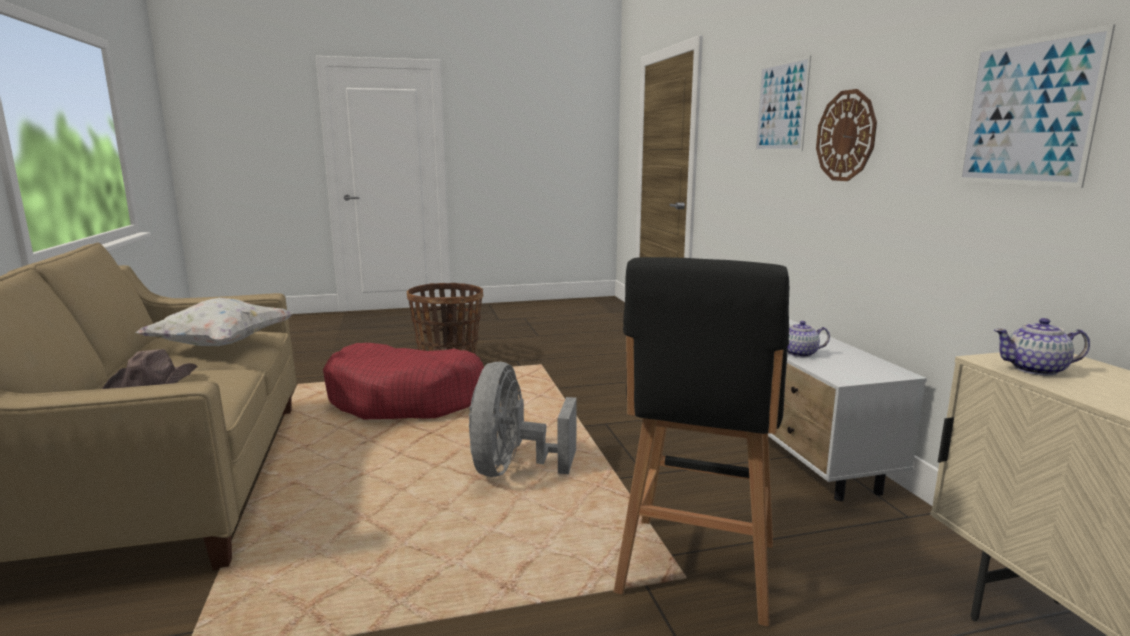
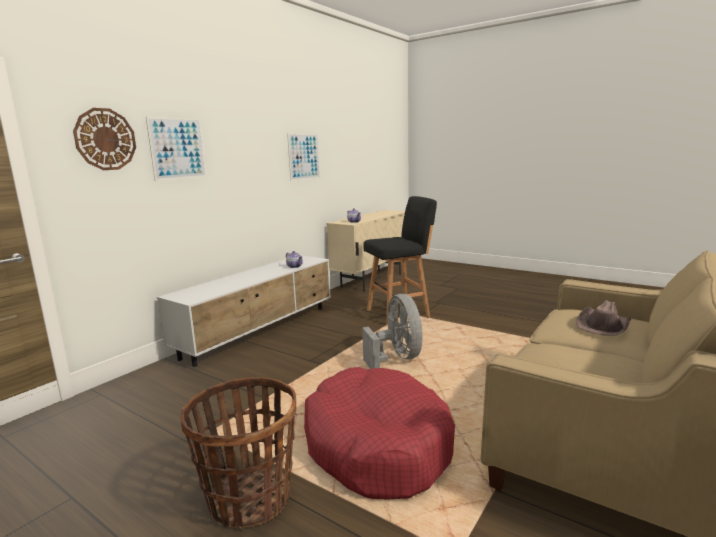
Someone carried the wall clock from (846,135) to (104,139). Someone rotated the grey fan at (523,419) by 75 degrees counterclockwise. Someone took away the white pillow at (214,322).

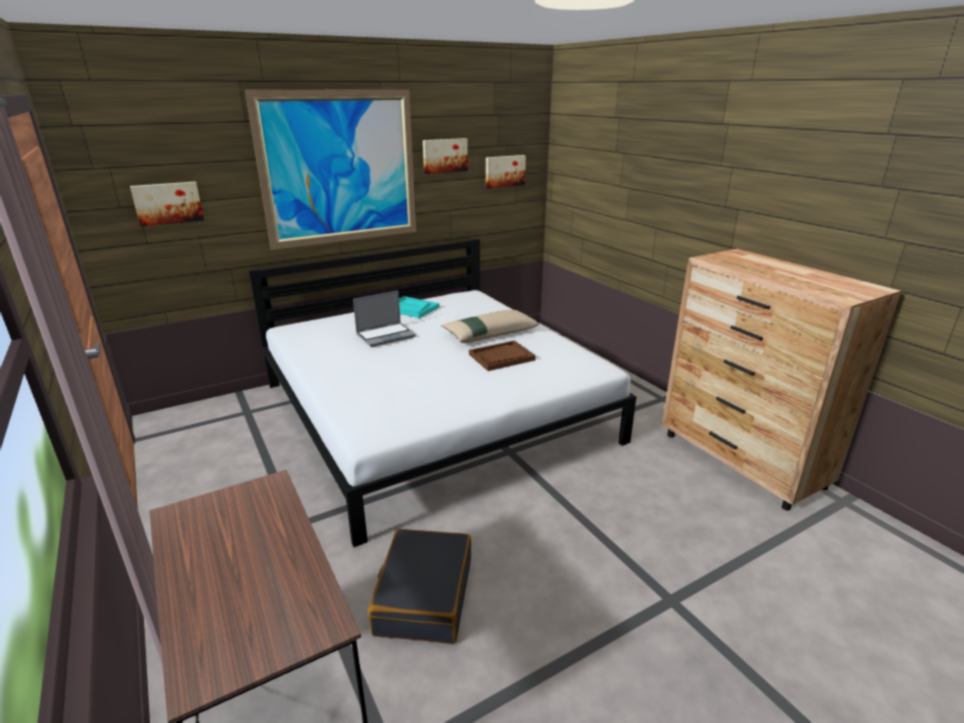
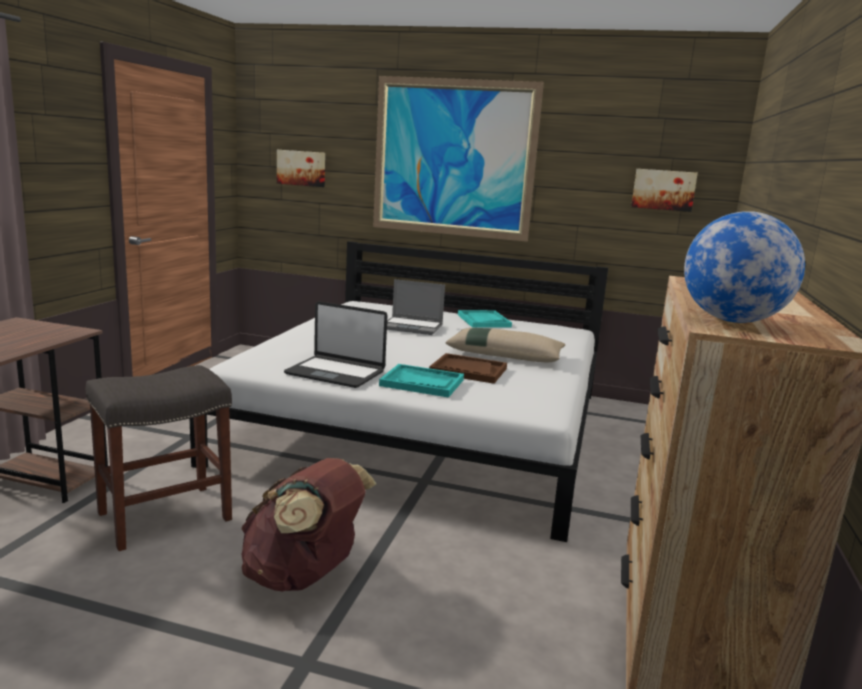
Someone swapped the black suitcase at (420,586) for the grey stool at (159,458). Someone put down the brown backpack at (308,525). Someone put down the laptop at (336,344). Someone put down the turquoise tray at (421,381). Someone put down the globe at (744,267). Someone took away the picture at (445,156).

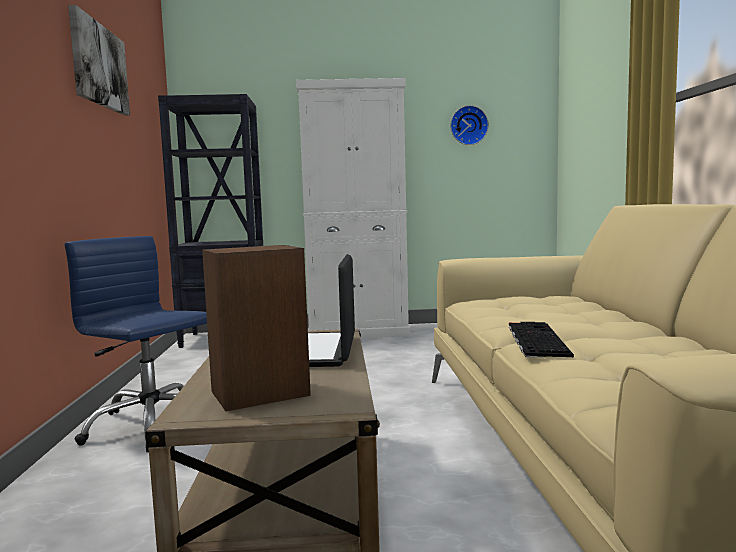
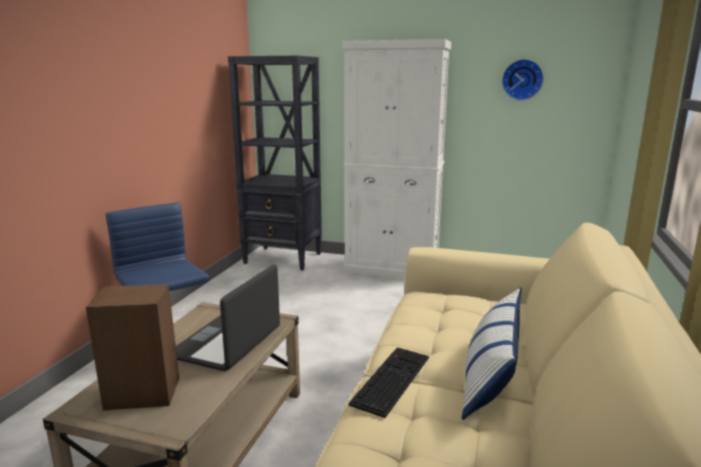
Someone put down the pillow at (491,353). Someone took away the picture at (99,60).

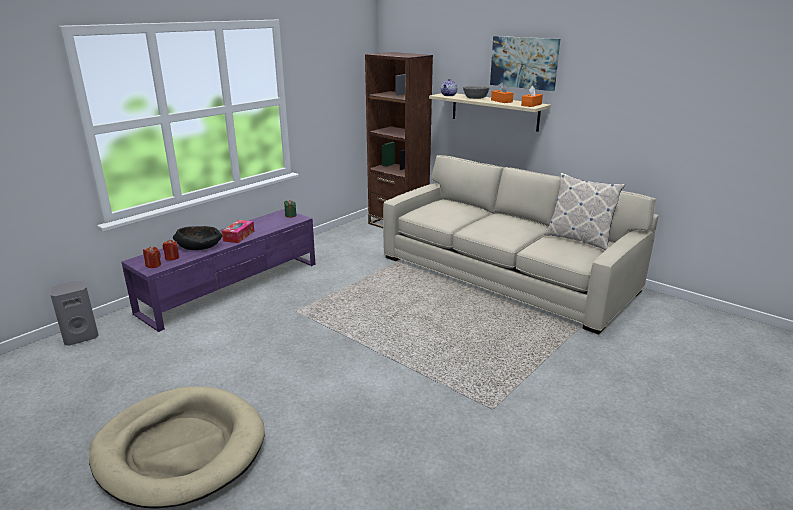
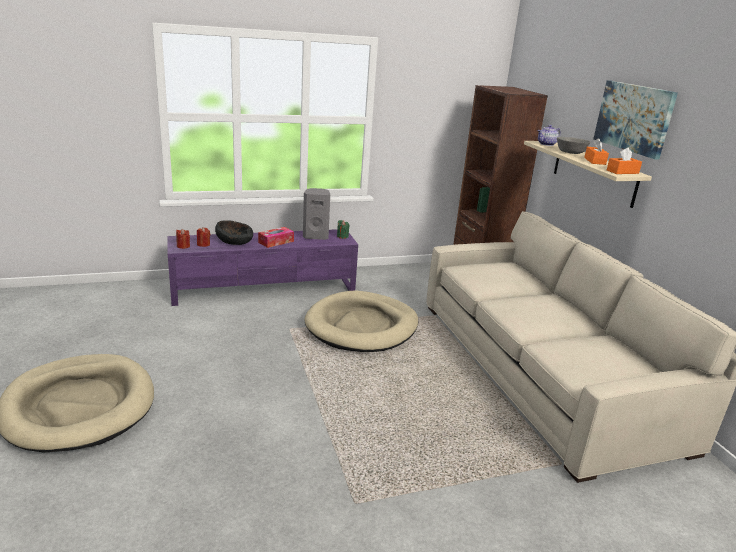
Someone carried the grey speaker from (74,313) to (316,214). Someone put down the beige dog bed at (361,321). Someone took away the pillow at (584,211).

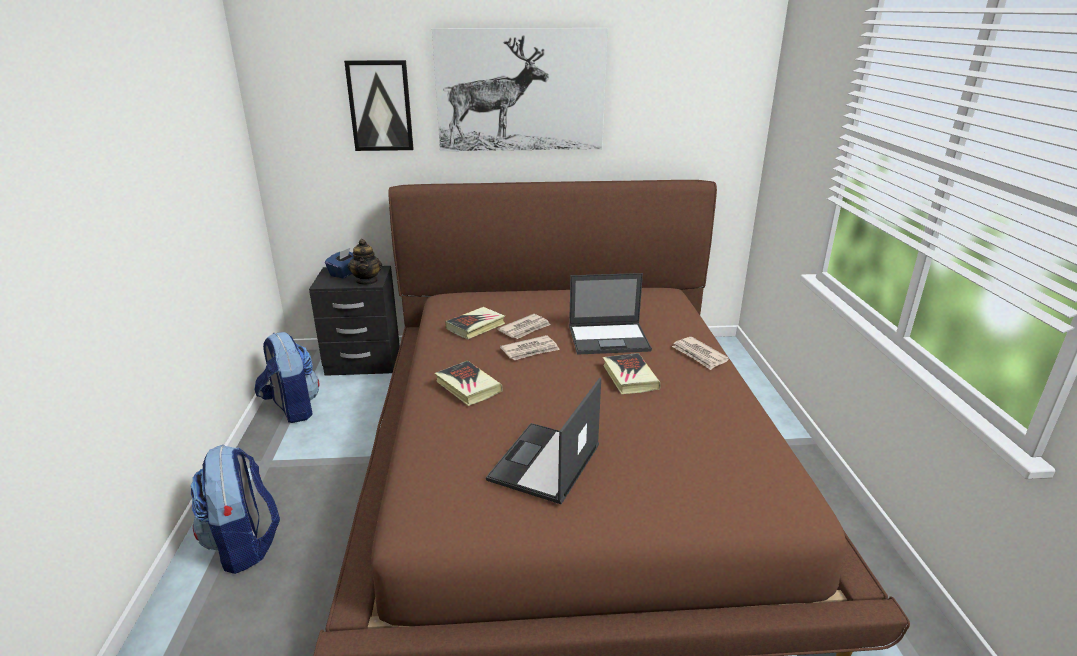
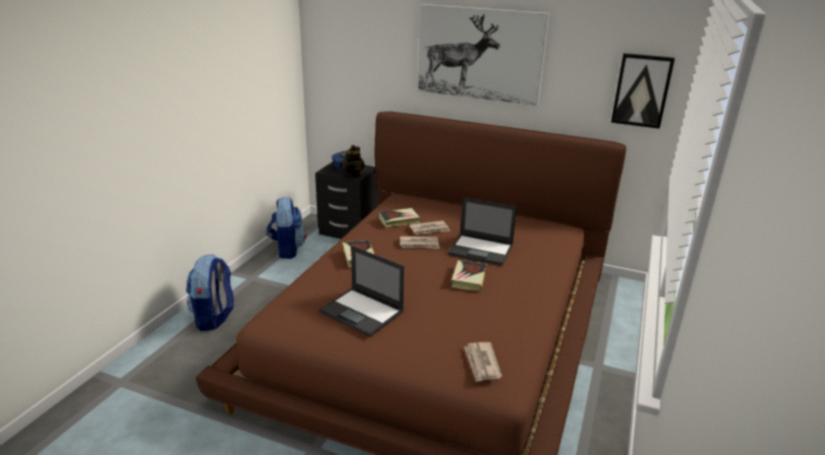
Someone rotated the laptop at (543,440) by 105 degrees counterclockwise. Someone carried the newspaper from (700,353) to (483,362). Someone carried the picture from (378,105) to (643,91).

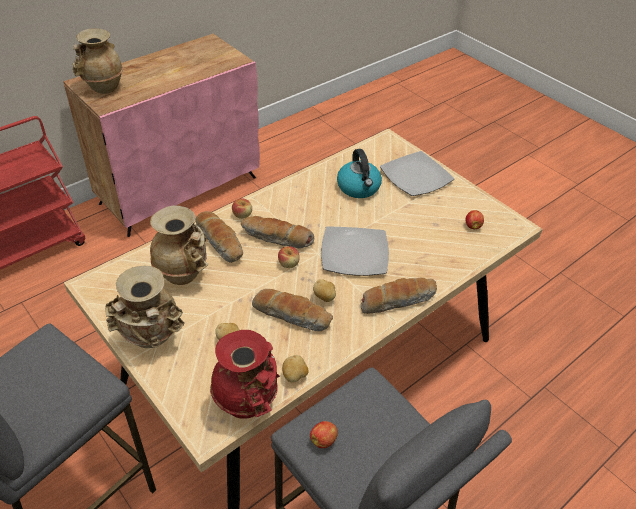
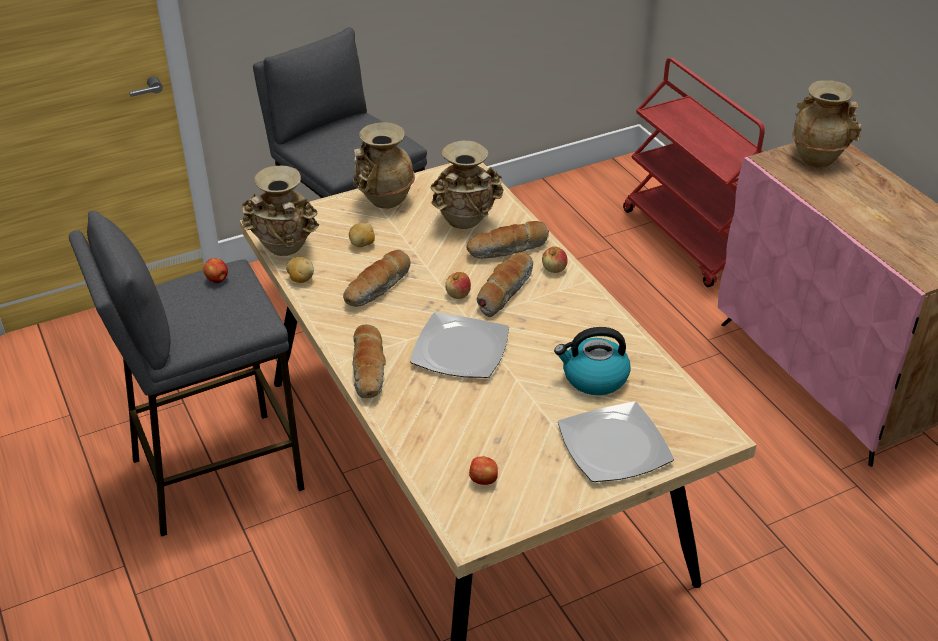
Someone repainted the red vase at (245,374), which became the beige vase at (280,211). Someone took away the potato at (324,290).

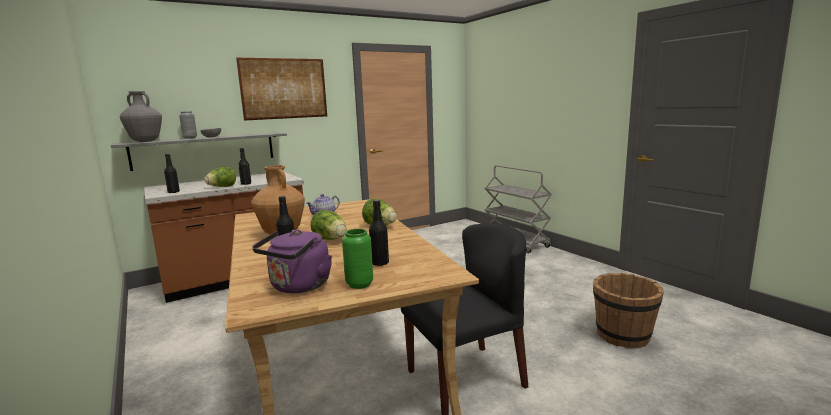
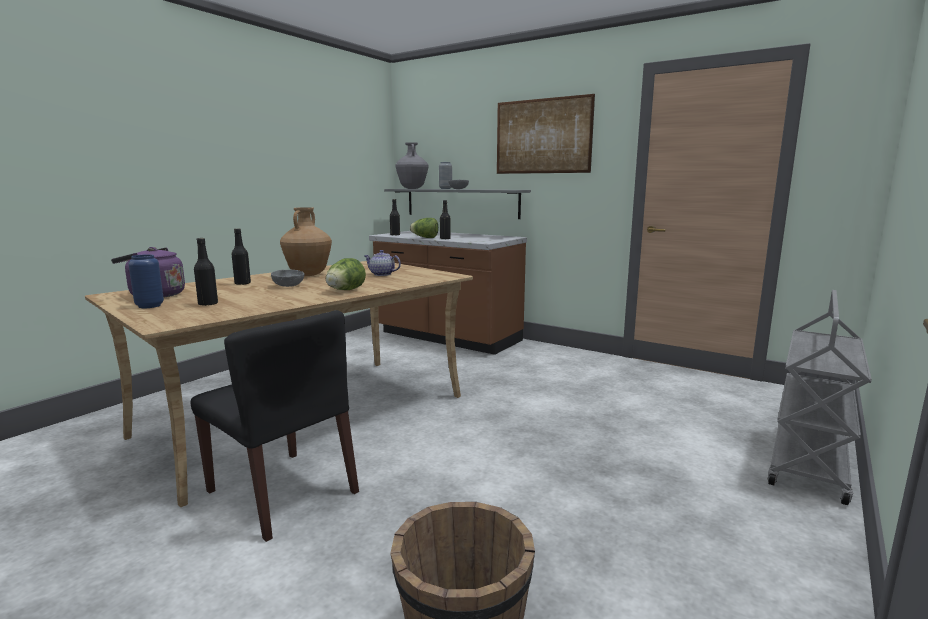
Someone repainted the green vase at (357,259), which became the blue vase at (146,281). Someone swapped the lettuce at (328,225) for the grey bowl at (287,278).

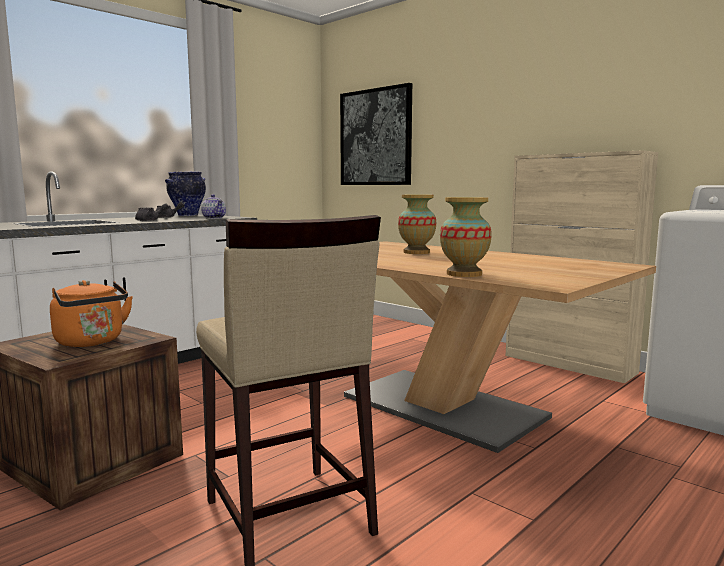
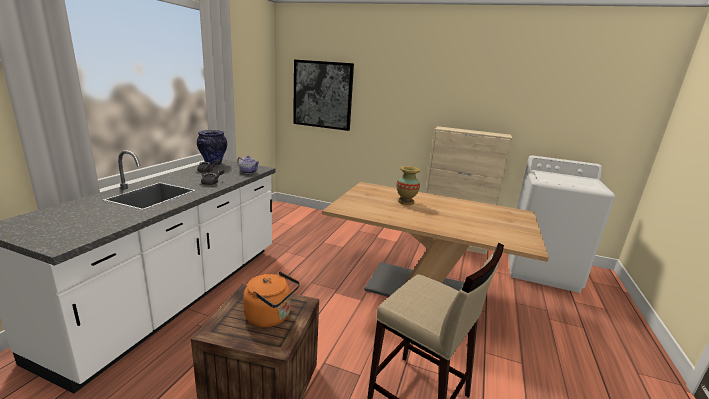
Someone took away the vase at (466,237).

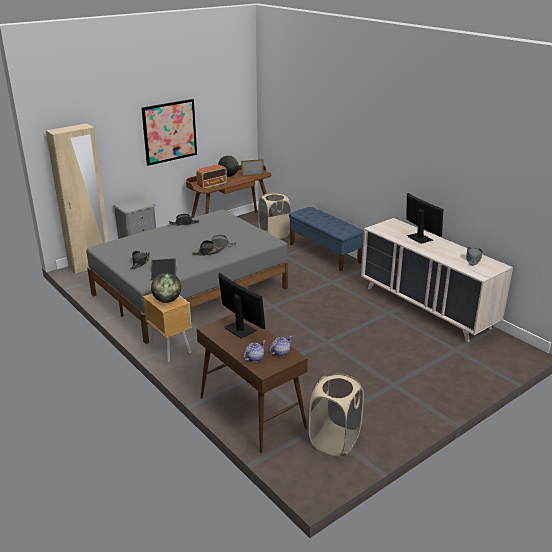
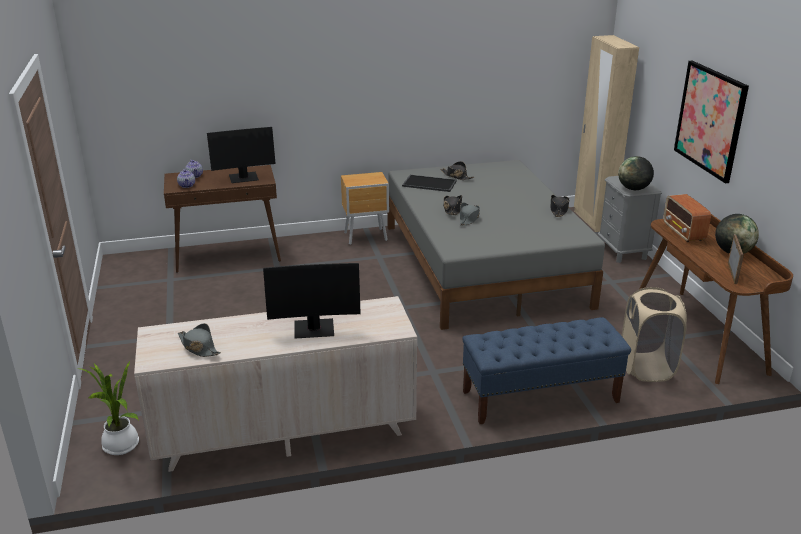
Someone put down the potted plant at (107,407). Someone carried the globe from (166,287) to (636,173). Someone took away the beige laundry basket at (336,415).

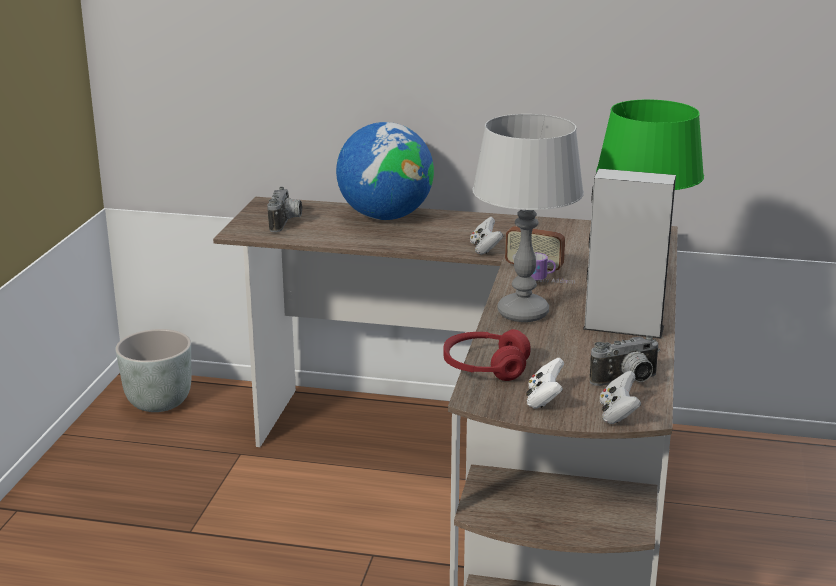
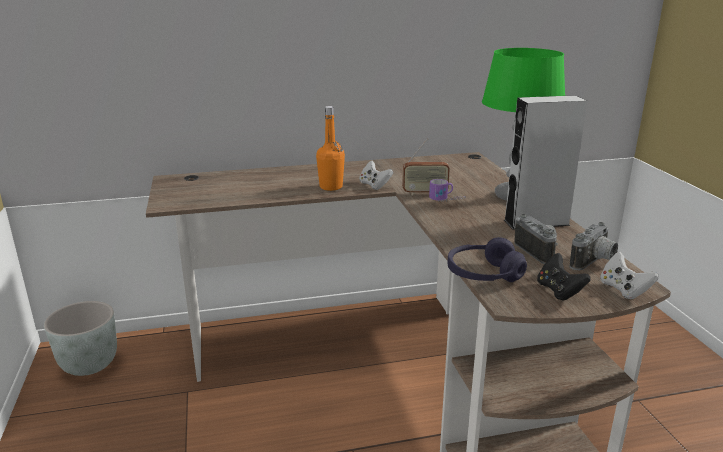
Someone put down the orange bottle at (330,148). Someone repainted the red headphones at (486,355), which became the purple headphones at (487,259). Someone carried the photo camera from (284,209) to (536,239). Someone repainted the white game controller at (545,383), which became the black game controller at (564,276). Someone took away the globe at (385,171). Someone took away the grey table lamp at (528,218).

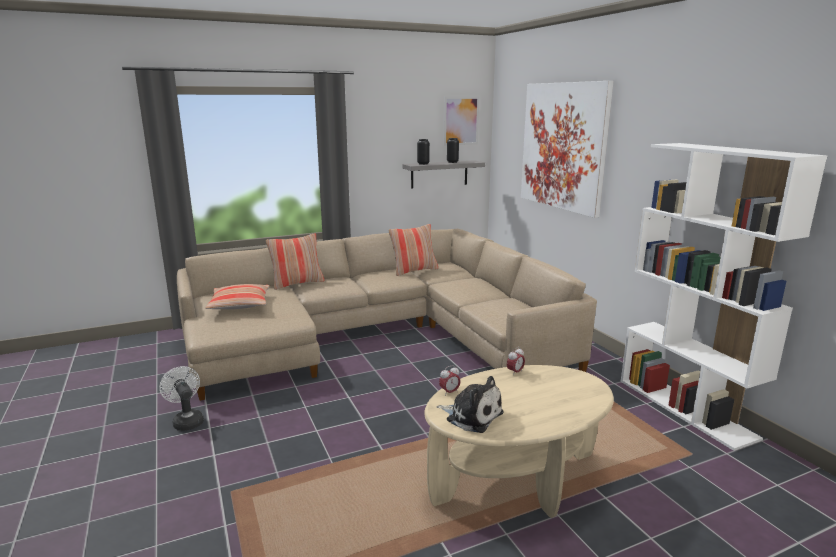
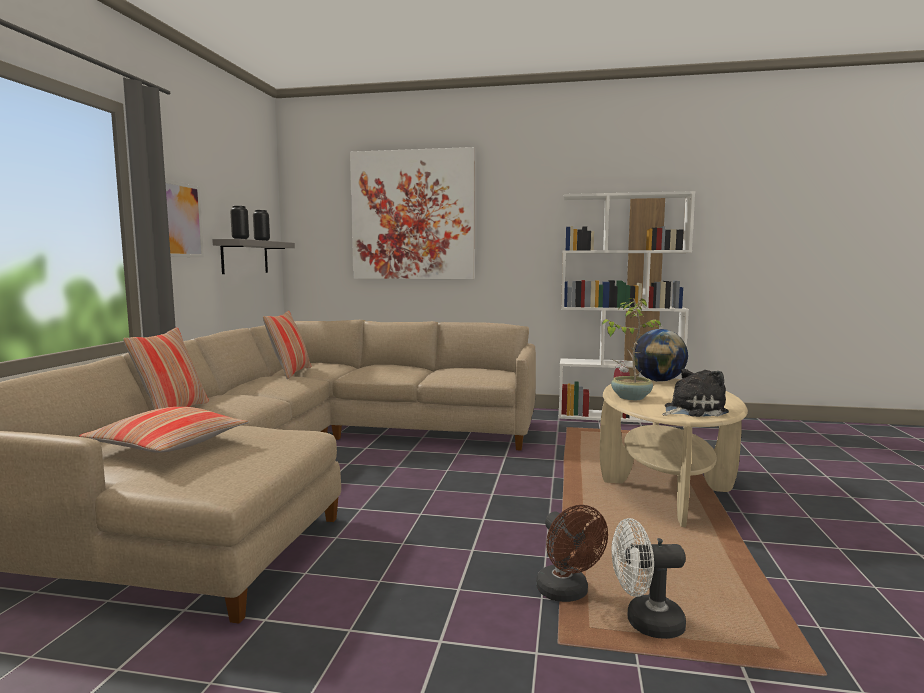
Someone carried the picture from (461,121) to (184,218). Someone put down the brown fan at (572,553). Someone put down the potted plant at (632,349). Someone carried the white fan from (181,398) to (649,578). Someone put down the globe at (661,355). Someone took away the alarm clock at (450,380).

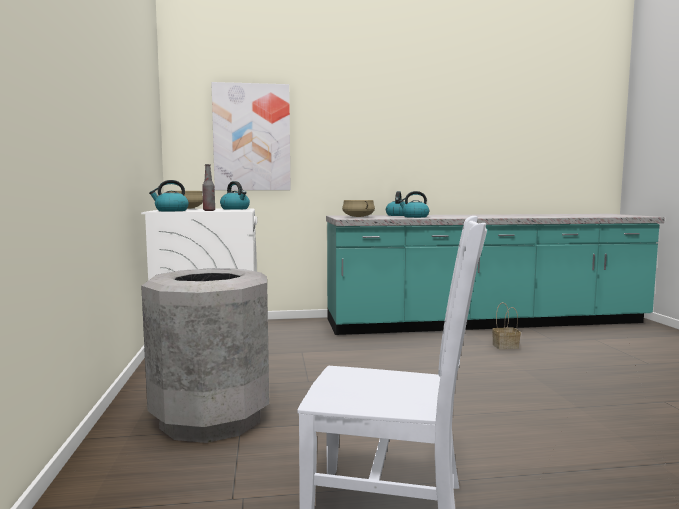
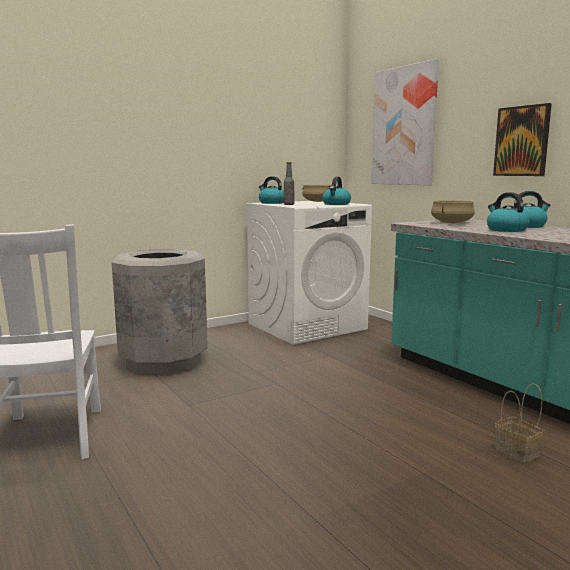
Someone put up the picture at (522,139).

